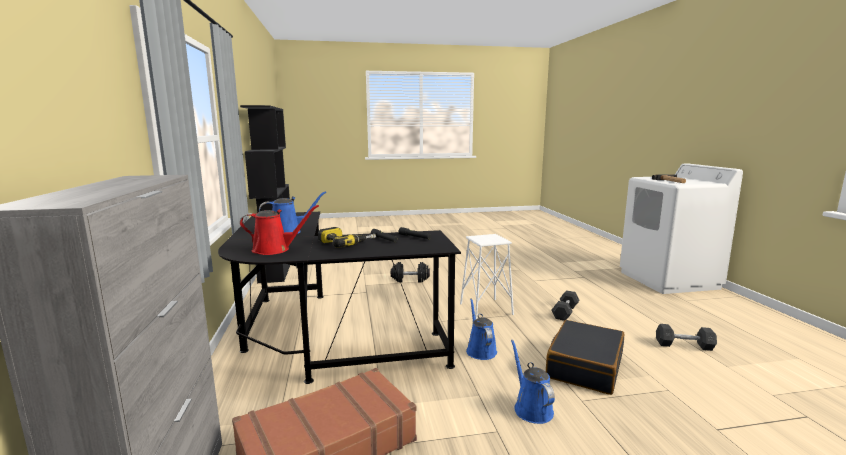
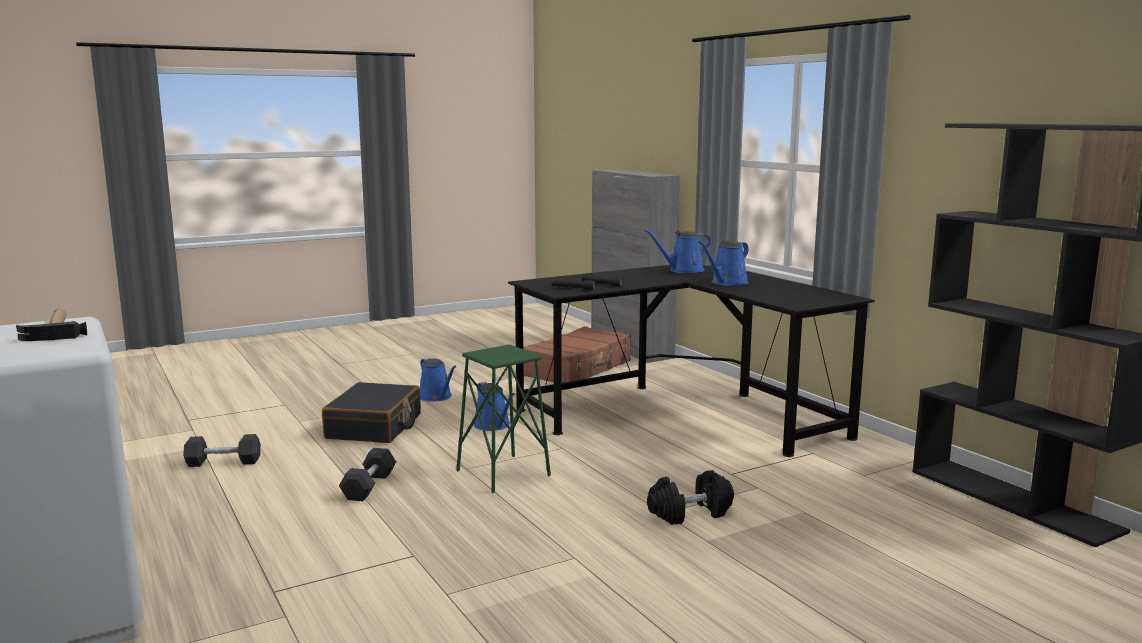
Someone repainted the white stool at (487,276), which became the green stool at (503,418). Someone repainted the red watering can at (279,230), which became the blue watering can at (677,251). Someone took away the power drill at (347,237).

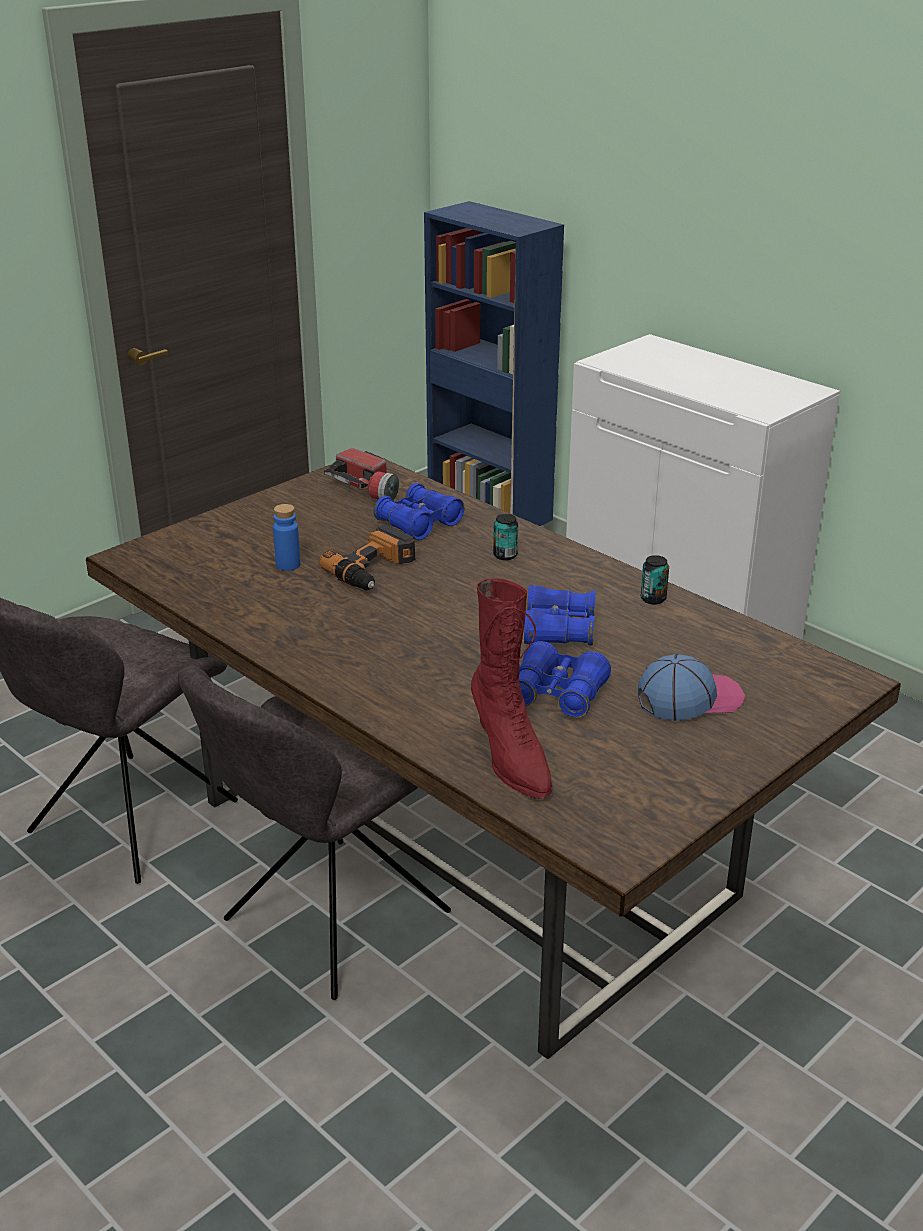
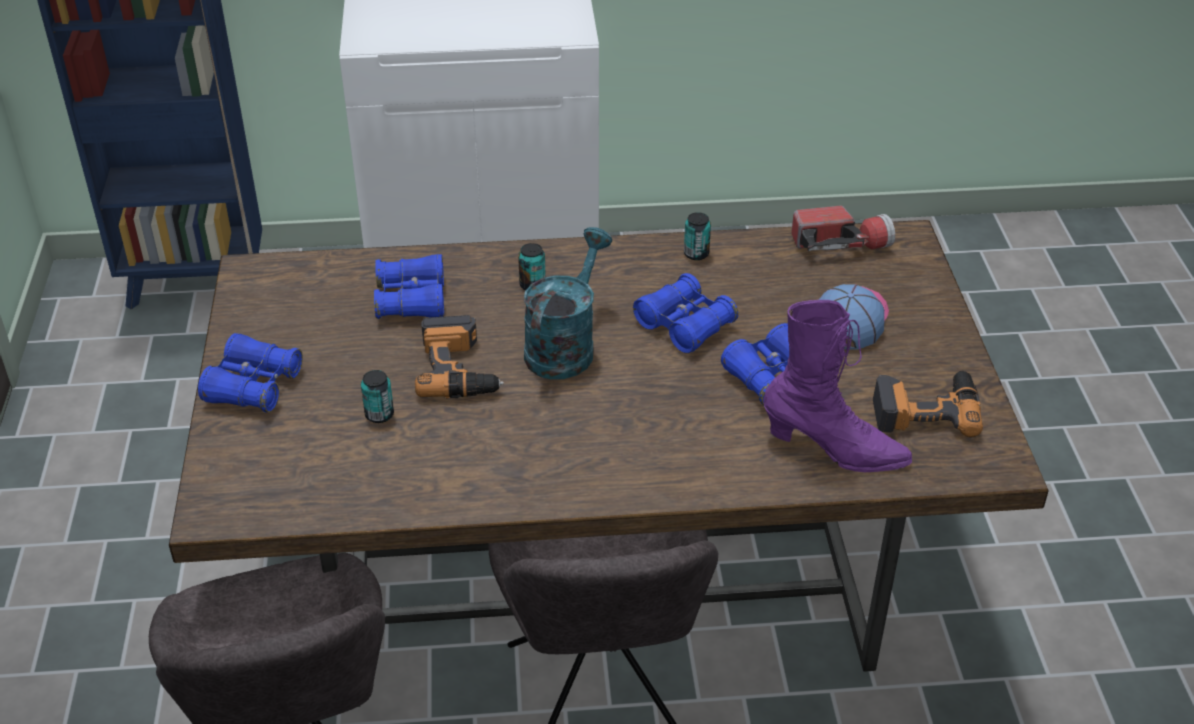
Someone put down the blue binoculars at (250,373). Someone swapped the blue bottle at (287,537) for the can at (377,396). Someone put down the turquoise watering can at (568,303). Someone repainted the red boot at (511,688), which became the purple boot at (838,386). Someone carried the flashlight from (361,474) to (843,228). Someone put down the power drill at (928,404).

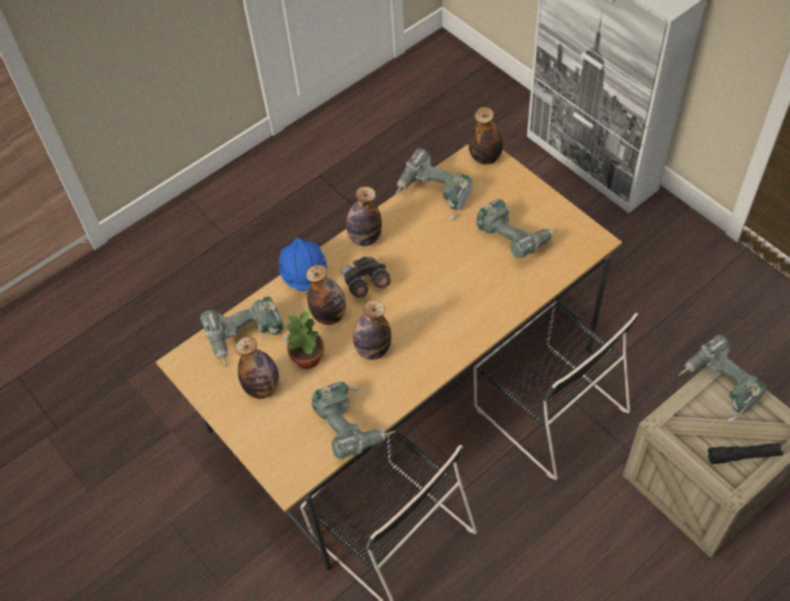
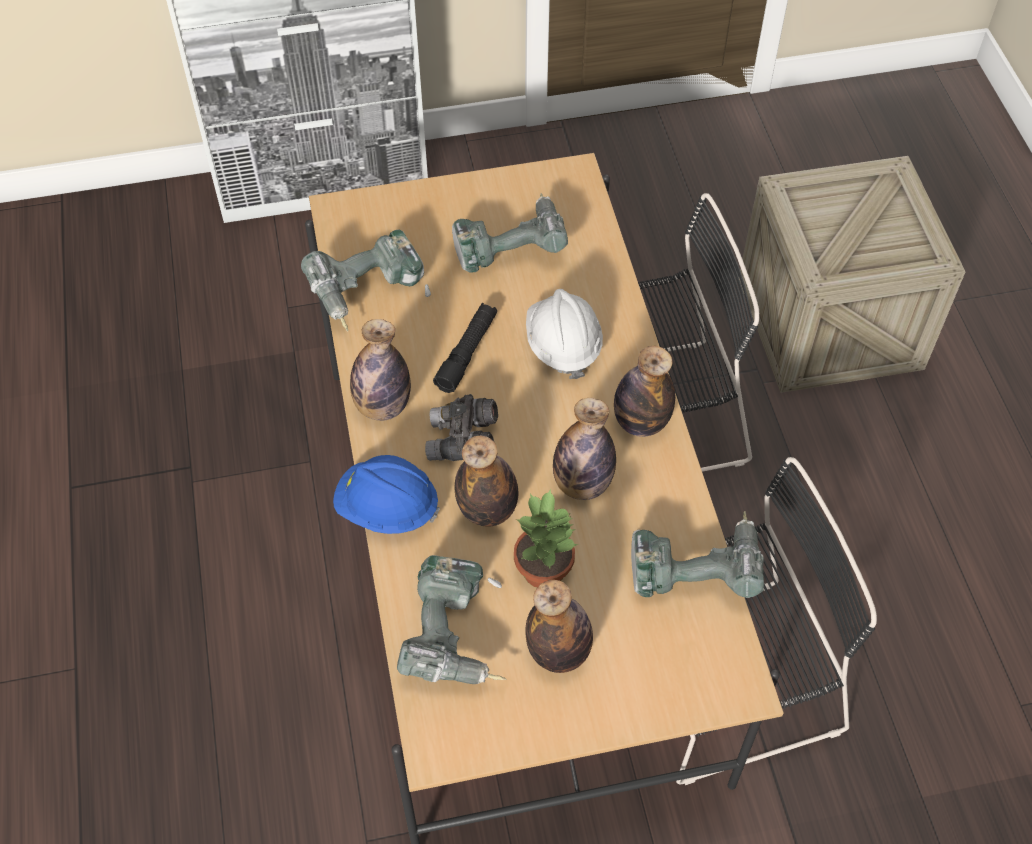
Someone carried the black flashlight from (746,453) to (465,348). Someone put down the white hard hat at (564,334). Someone carried the bottle from (485,136) to (644,391). Someone took away the power drill at (722,378).

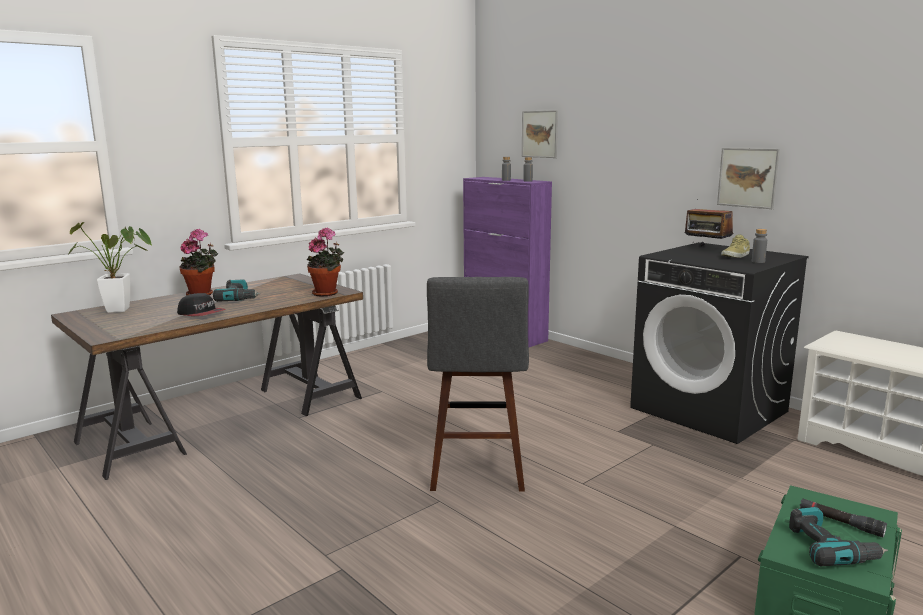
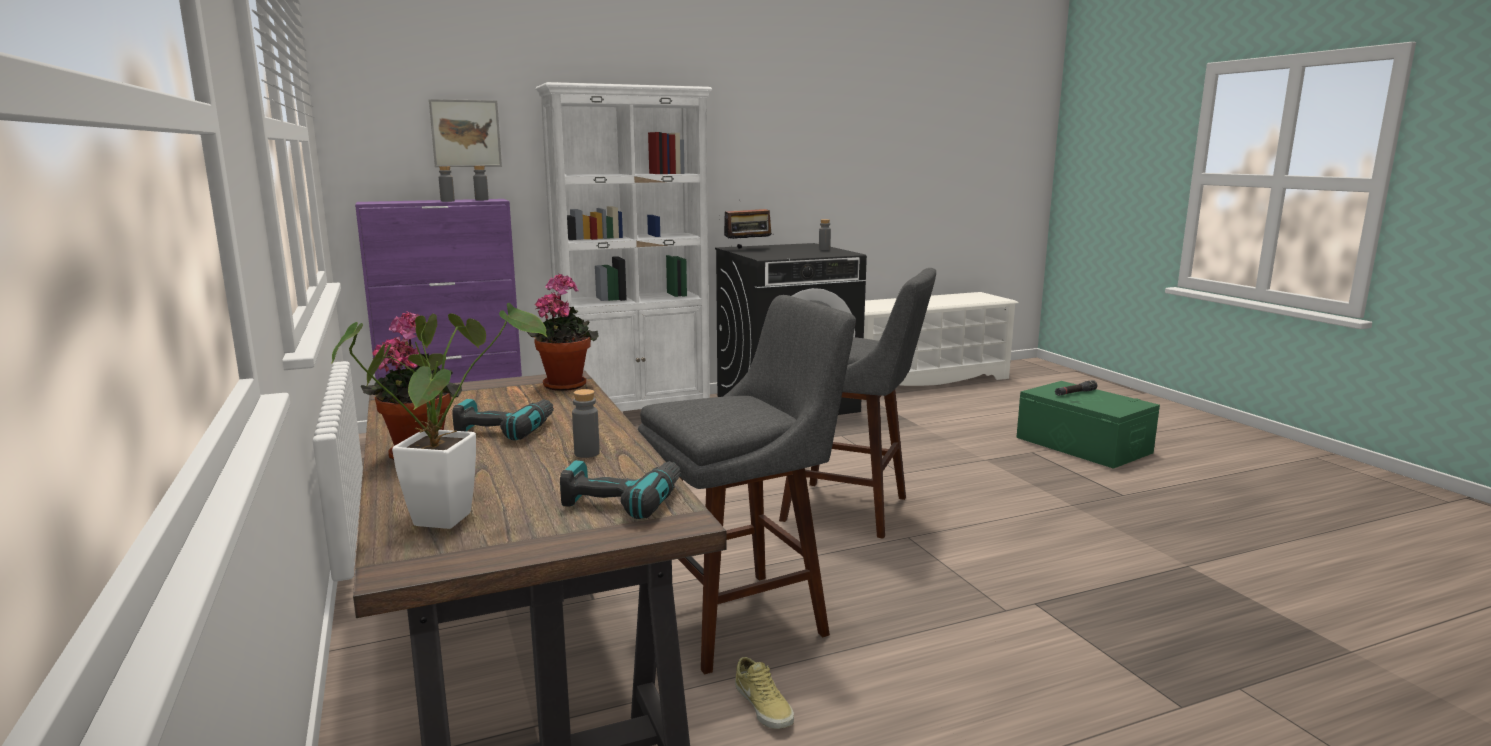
Someone put down the white bookcase at (624,246). Someone carried the power drill from (838,536) to (620,489). Someone swapped the cap at (201,304) for the grey bottle at (586,423). Someone put down the grey stool at (747,485). Someone carried the beige shoe from (735,246) to (764,693). Someone took away the picture at (748,178).

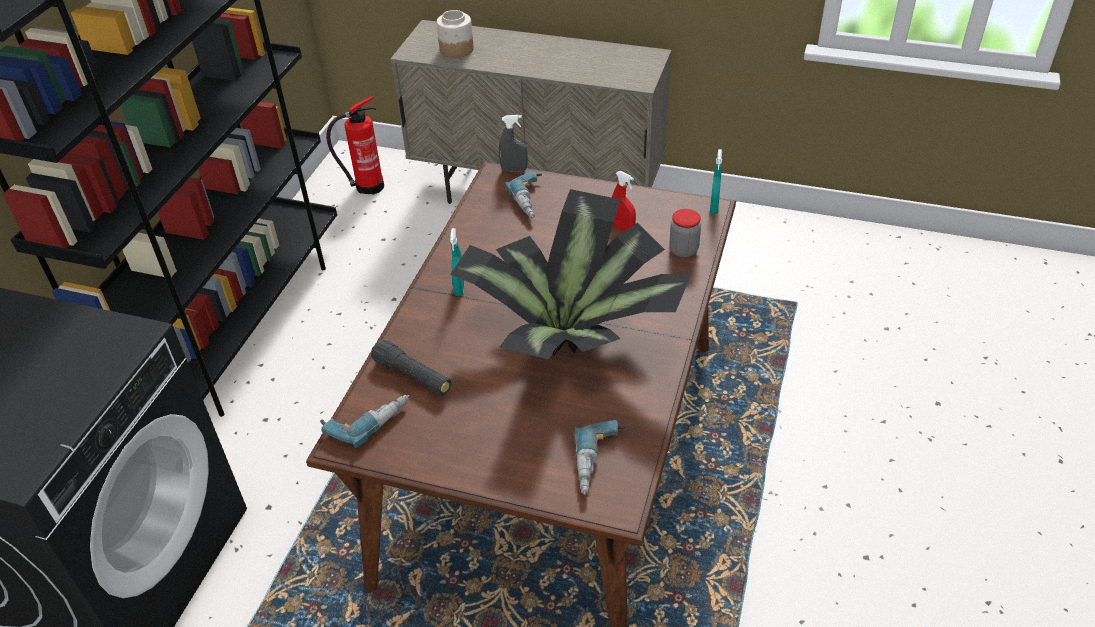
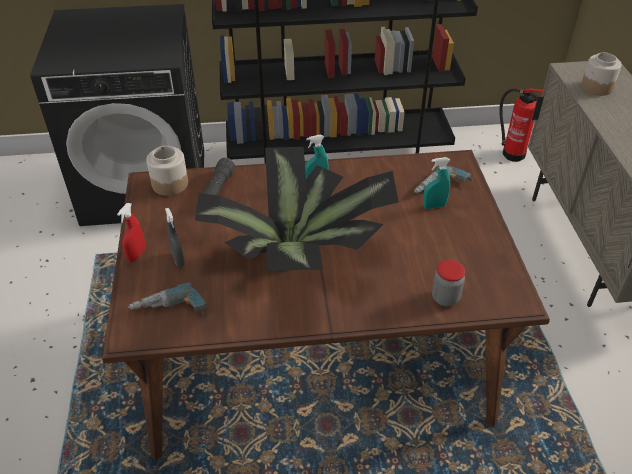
Someone carried the red spray bottle from (624,201) to (131,232). Someone swapped the power drill at (364,421) for the jar at (167,171). Someone carried the grey spray bottle from (513,143) to (175,237). Someone carried the turquoise spray bottle from (716,181) to (436,183).

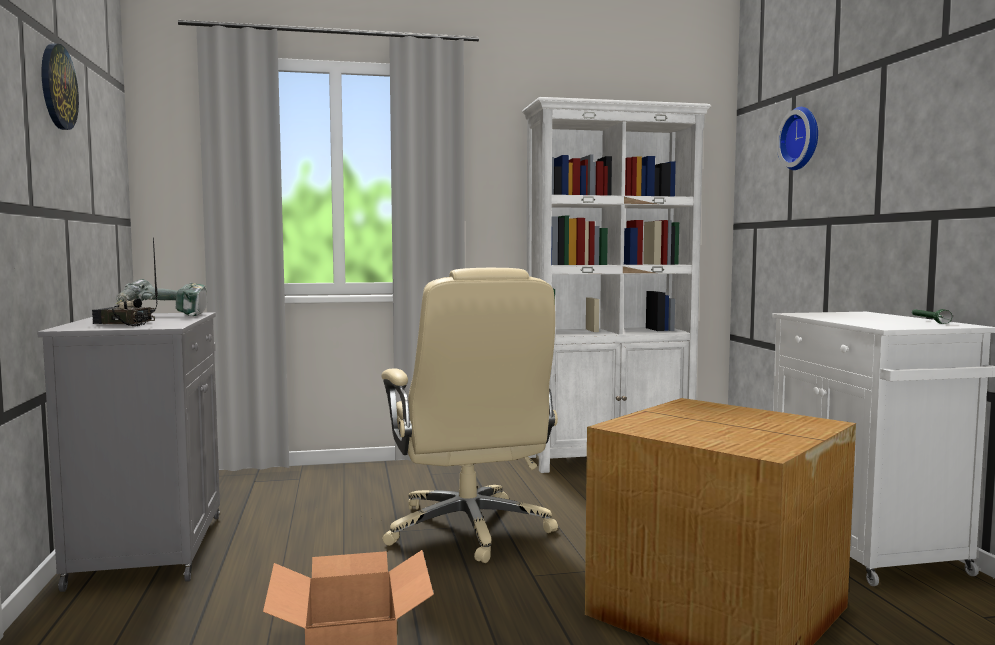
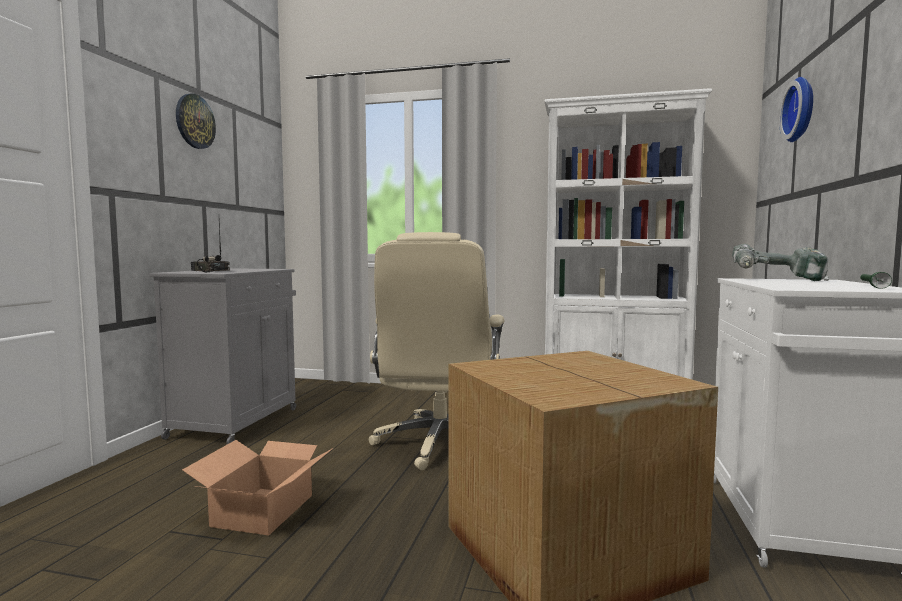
Someone carried the power drill from (161,297) to (780,262).

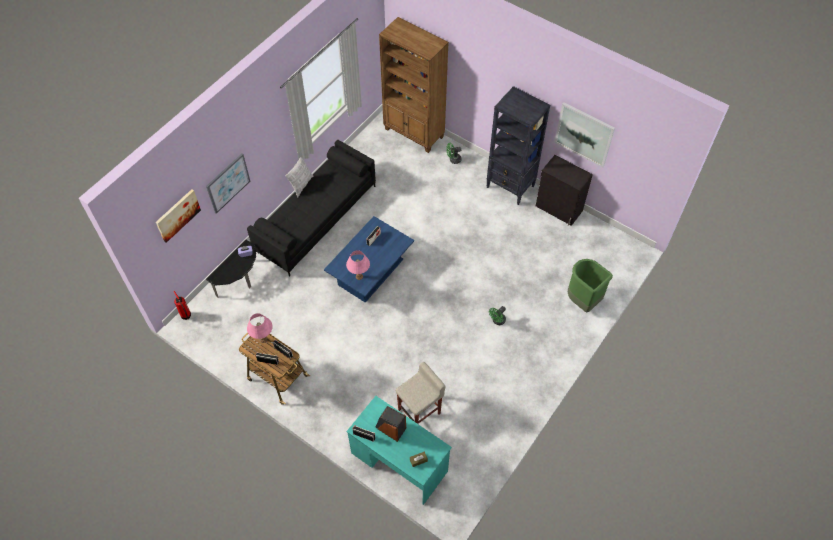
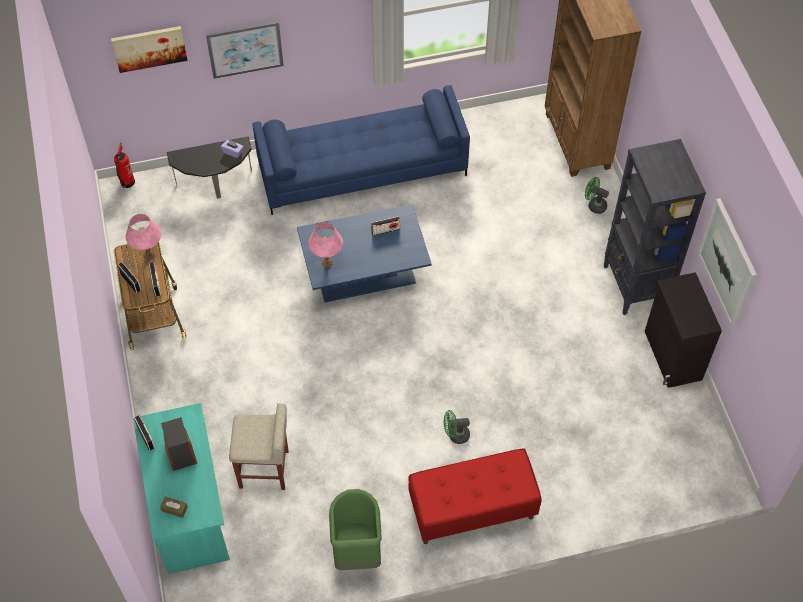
Someone repainted the black sofa at (311,208), which became the blue sofa at (361,150). Someone carried the green trash can from (590,285) to (355,529). Someone put down the red bench at (475,496). Someone took away the pillow at (299,177).

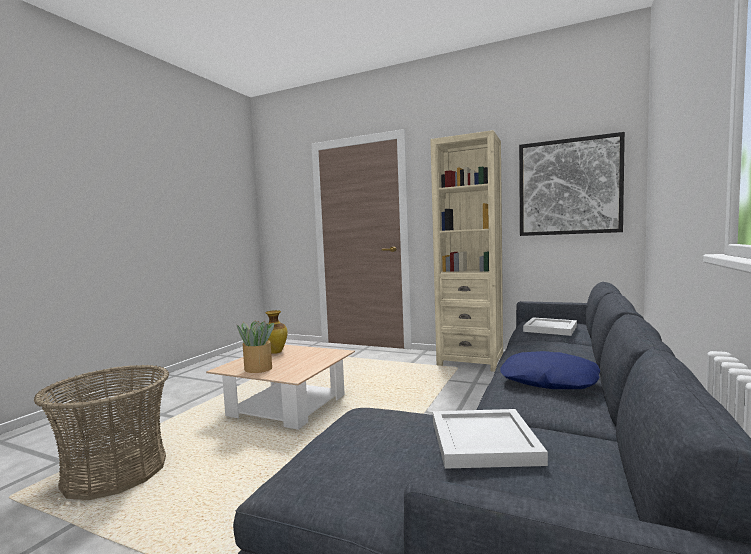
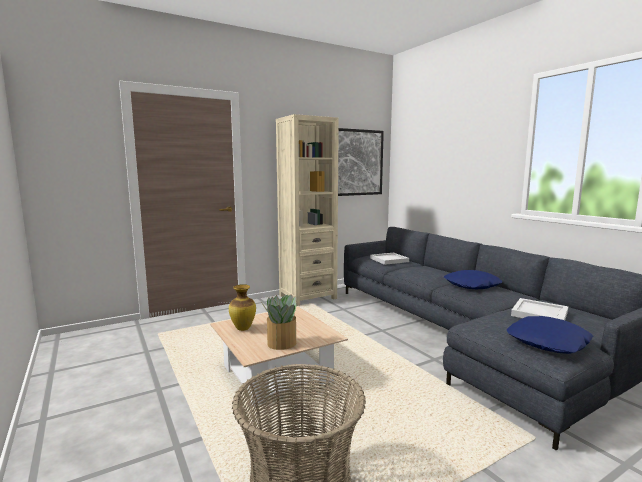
Someone put down the blue pillow at (550,335).

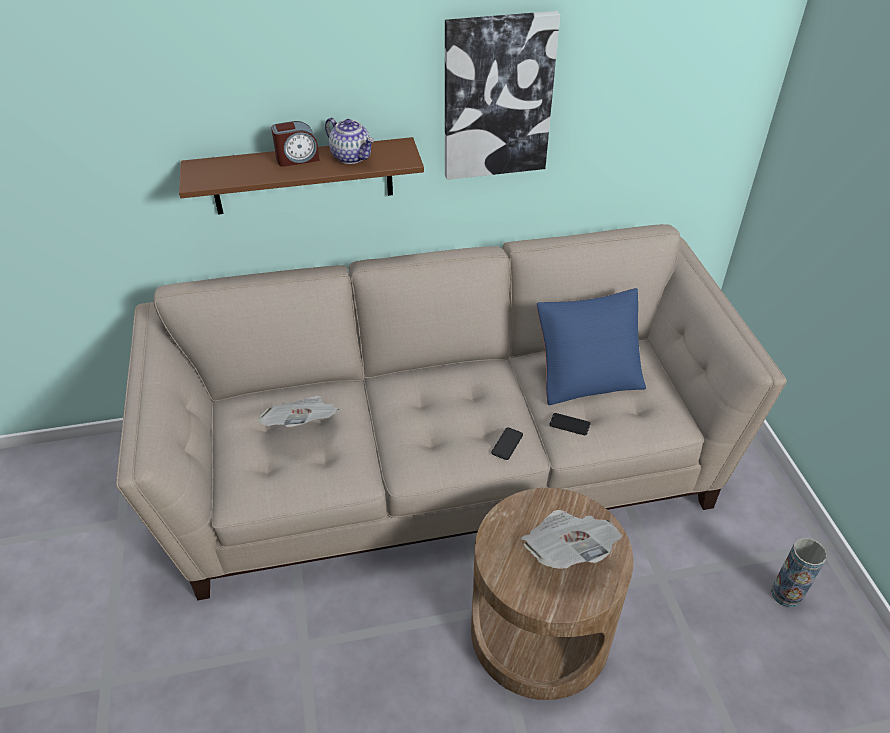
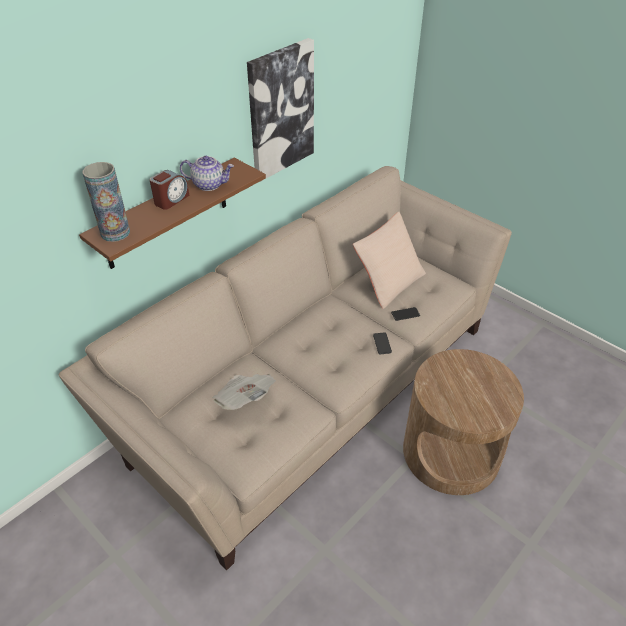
Someone carried the vase from (799,573) to (106,202). Someone repainted the blue pillow at (591,346), which became the beige pillow at (389,260). Someone took away the newspaper at (571,539).

